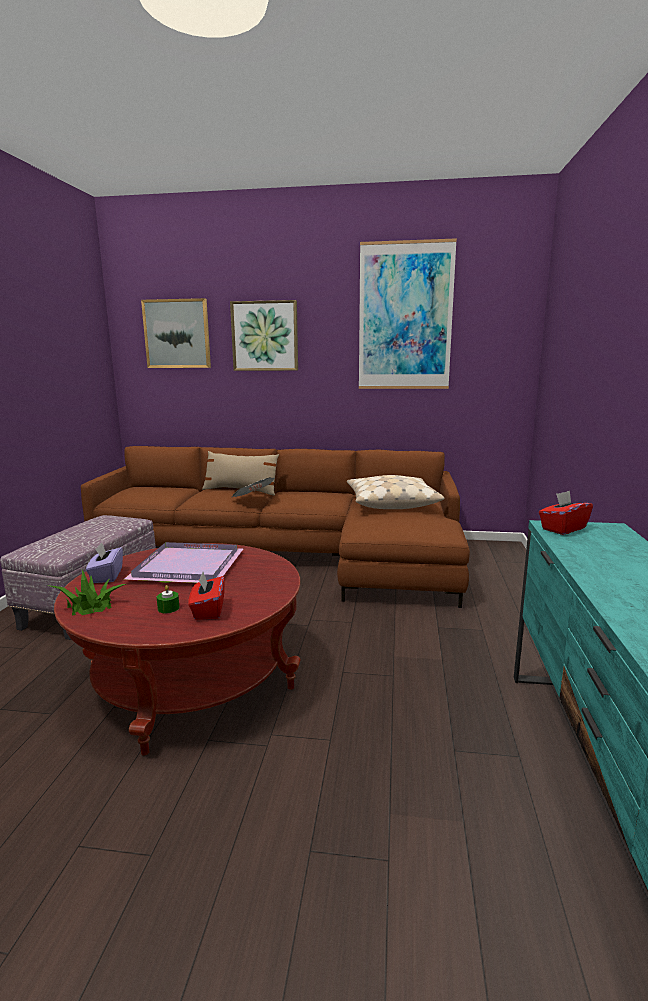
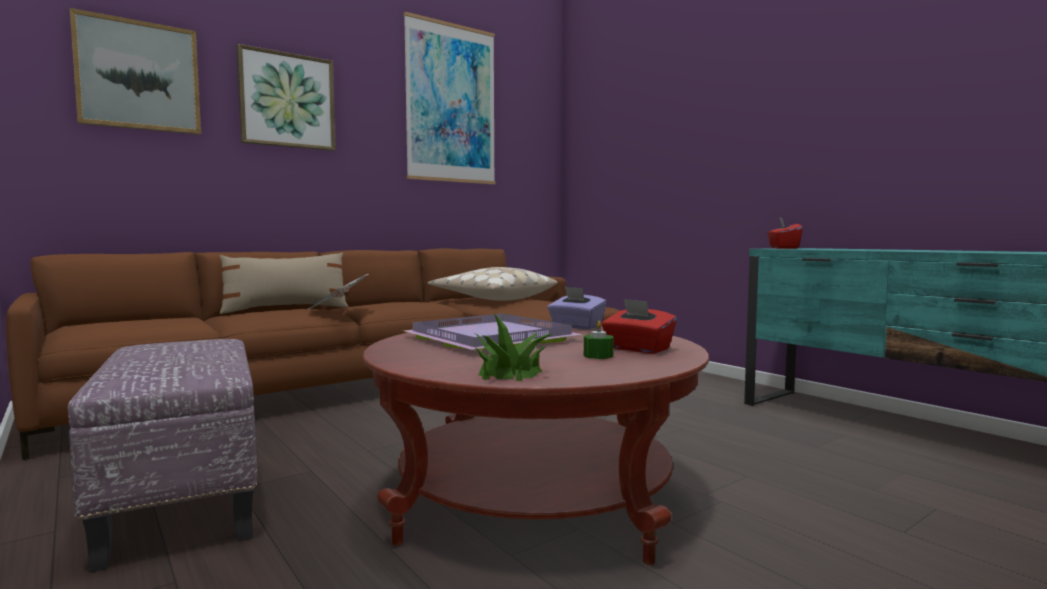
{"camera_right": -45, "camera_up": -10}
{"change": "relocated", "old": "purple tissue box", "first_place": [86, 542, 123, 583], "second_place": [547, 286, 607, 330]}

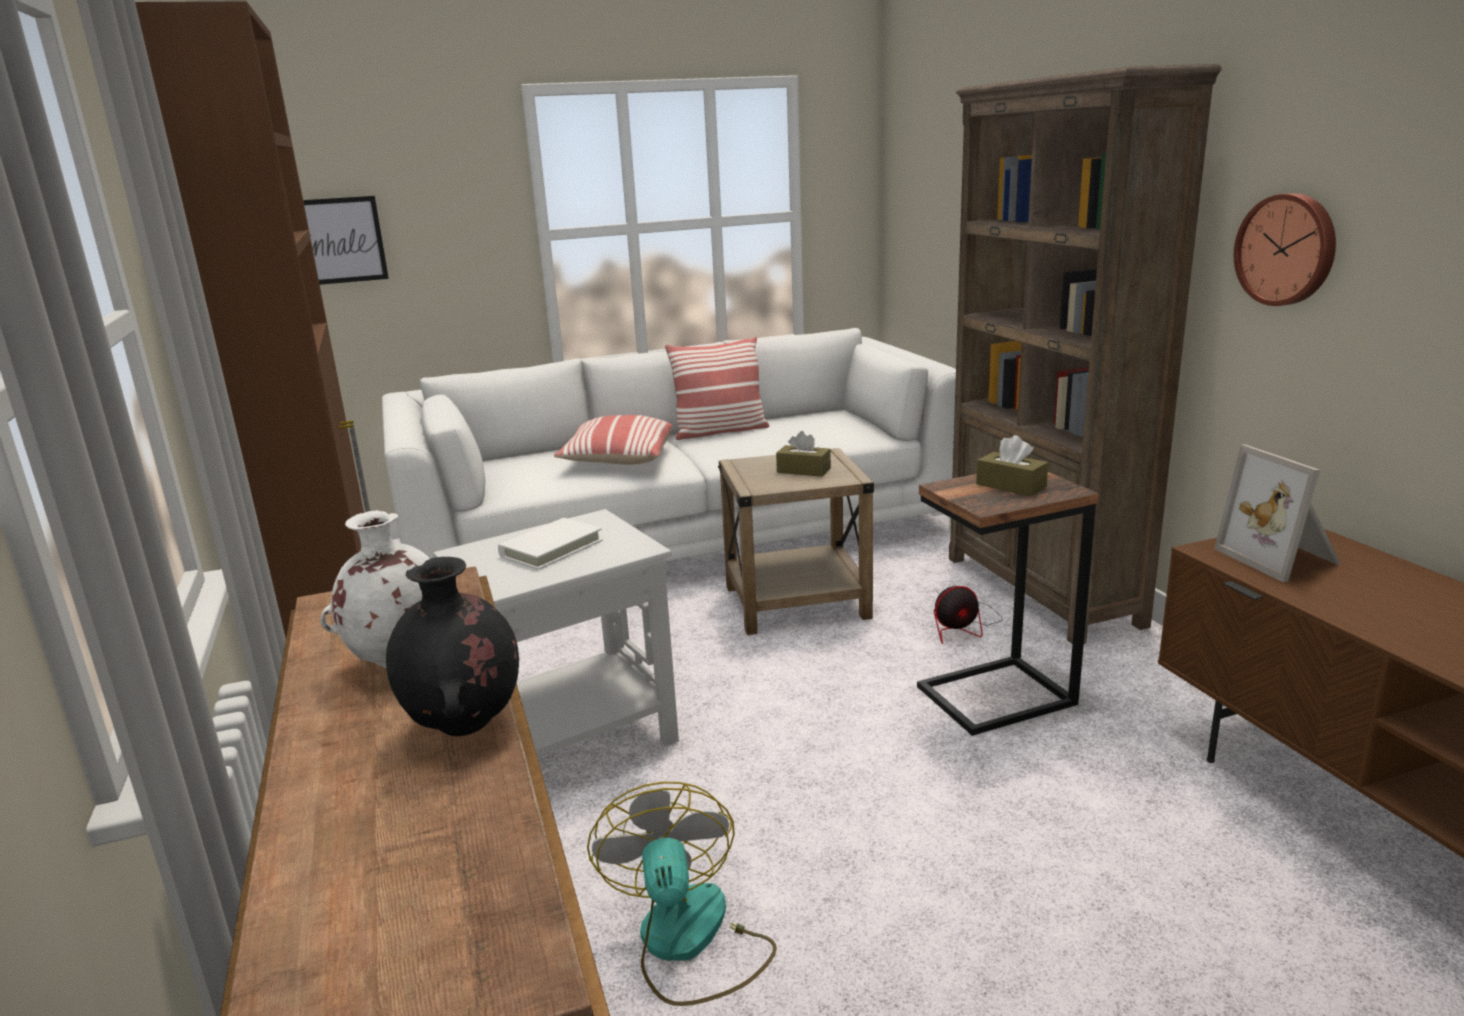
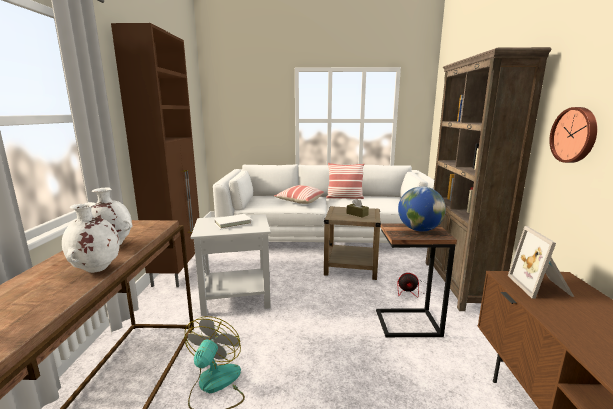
{"camera_right": 20, "camera_up": -5}
{"change": "missing", "old": "picture", "first_place": [303, 196, 389, 285]}
{"change": "exchanged", "old": "brown tissue box", "new": "globe", "first_place": [976, 435, 1048, 496], "second_place": [398, 186, 446, 232]}
{"change": "colour", "old": "black vase", "new": "white vase", "first_place": [386, 557, 519, 736], "second_place": [62, 202, 120, 273]}

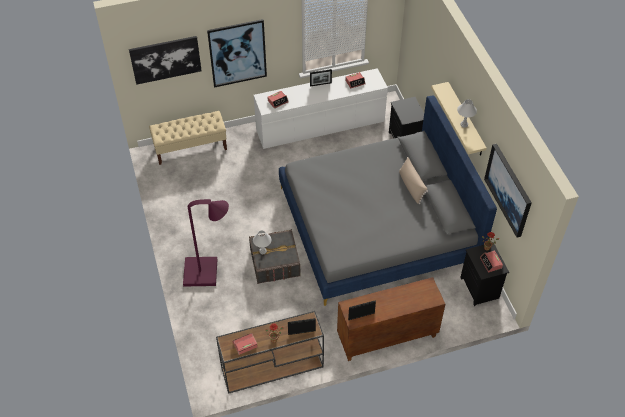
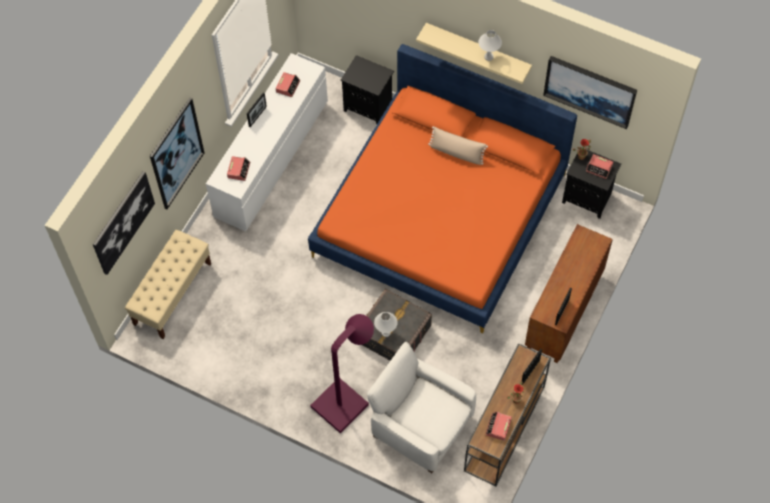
{"camera_right": -45, "camera_up": 10}
{"change": "appeared", "new": "white armchair", "second_place": [367, 342, 476, 473]}
{"change": "colour", "old": "grey bed", "new": "orange bed", "first_place": [279, 95, 497, 306], "second_place": [308, 44, 577, 333]}

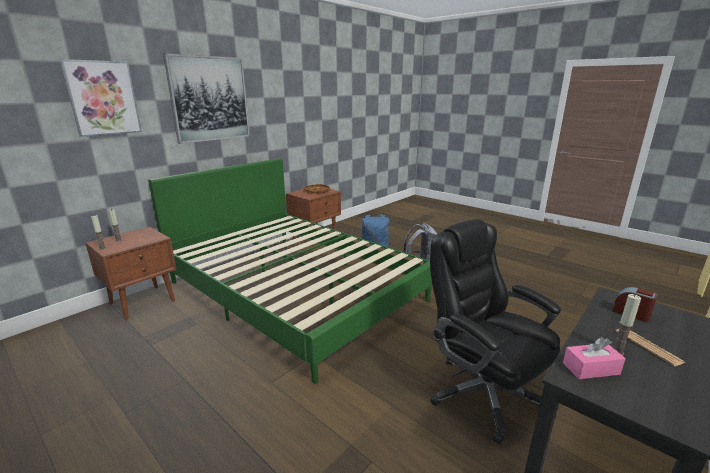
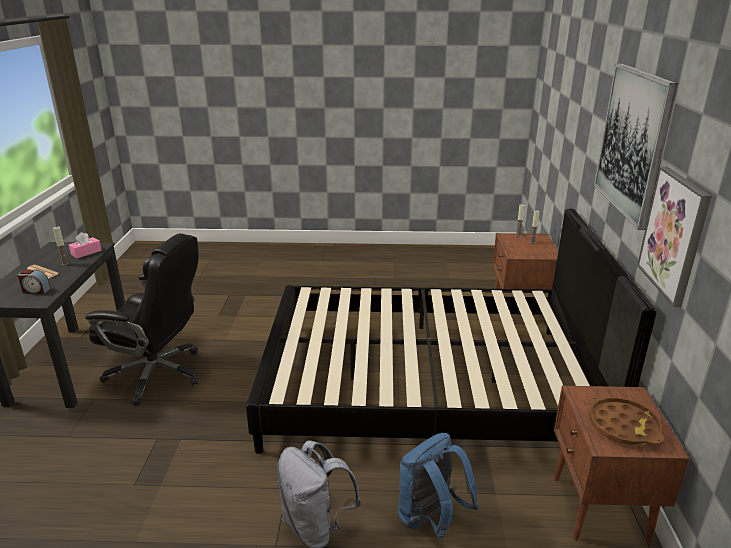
{"camera_right": 140, "camera_up": 5}
{"change": "relocated", "old": "picture", "first_place": [60, 59, 142, 137], "second_place": [637, 166, 712, 307]}
{"change": "colour", "old": "green bed", "new": "black bed", "first_place": [148, 158, 432, 384], "second_place": [246, 209, 657, 454]}

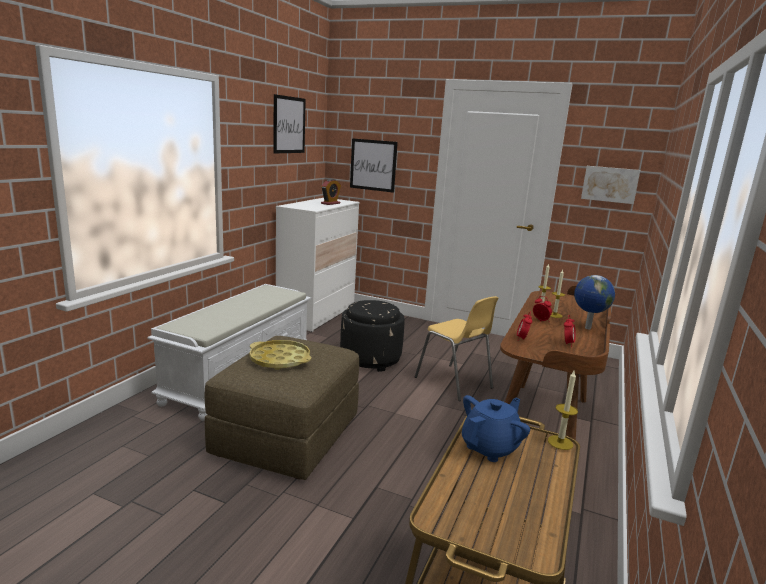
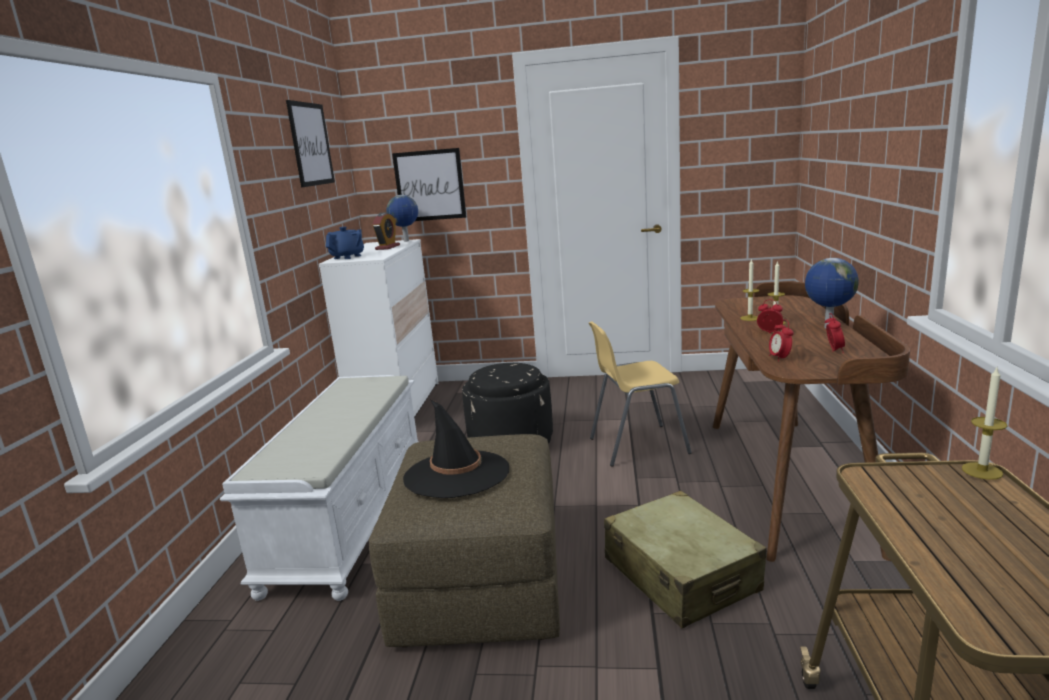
{"camera_right": -15, "camera_up": 0}
{"change": "missing", "old": "picture", "first_place": [581, 166, 640, 204]}
{"change": "appeared", "new": "globe", "second_place": [386, 195, 418, 242]}
{"change": "appeared", "new": "beige suitcase", "second_place": [604, 491, 767, 628]}
{"change": "relocated", "old": "blue teapot", "first_place": [462, 395, 530, 462], "second_place": [326, 227, 364, 259]}
{"change": "exchanged", "old": "yellow tray", "new": "black hat", "first_place": [249, 340, 311, 370], "second_place": [403, 399, 509, 498]}
{"change": "spun", "old": "yellow chair", "first_place": [415, 296, 498, 401], "second_place": [589, 321, 692, 467], "degrees": 135}

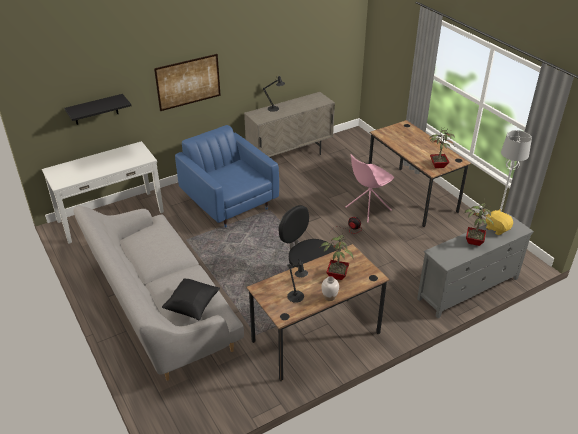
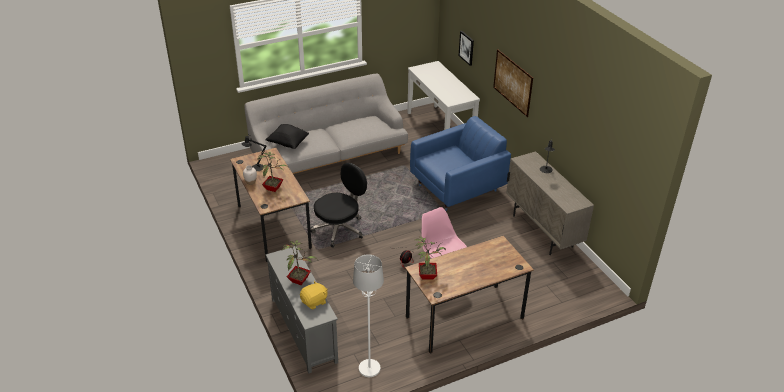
{"camera_right": 95, "camera_up": 0}
{"change": "exchanged", "old": "black shelf", "new": "picture", "first_place": [64, 94, 132, 125], "second_place": [459, 31, 474, 66]}

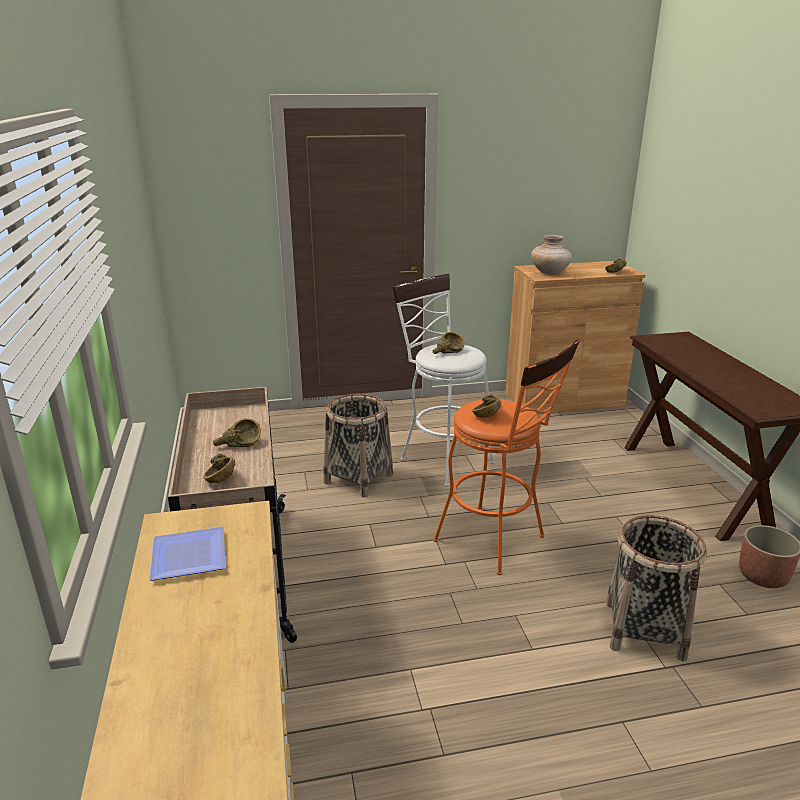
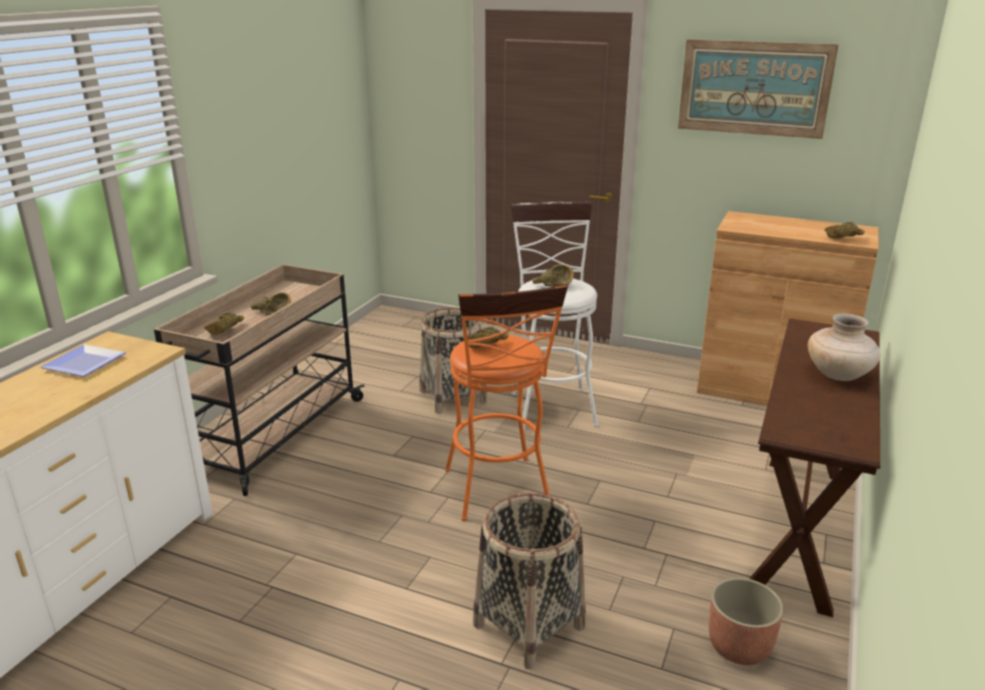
{"camera_right": 35, "camera_up": 0}
{"change": "appeared", "new": "picture", "second_place": [678, 39, 839, 139]}
{"change": "relocated", "old": "beige vase", "first_place": [531, 235, 572, 274], "second_place": [808, 314, 881, 381]}

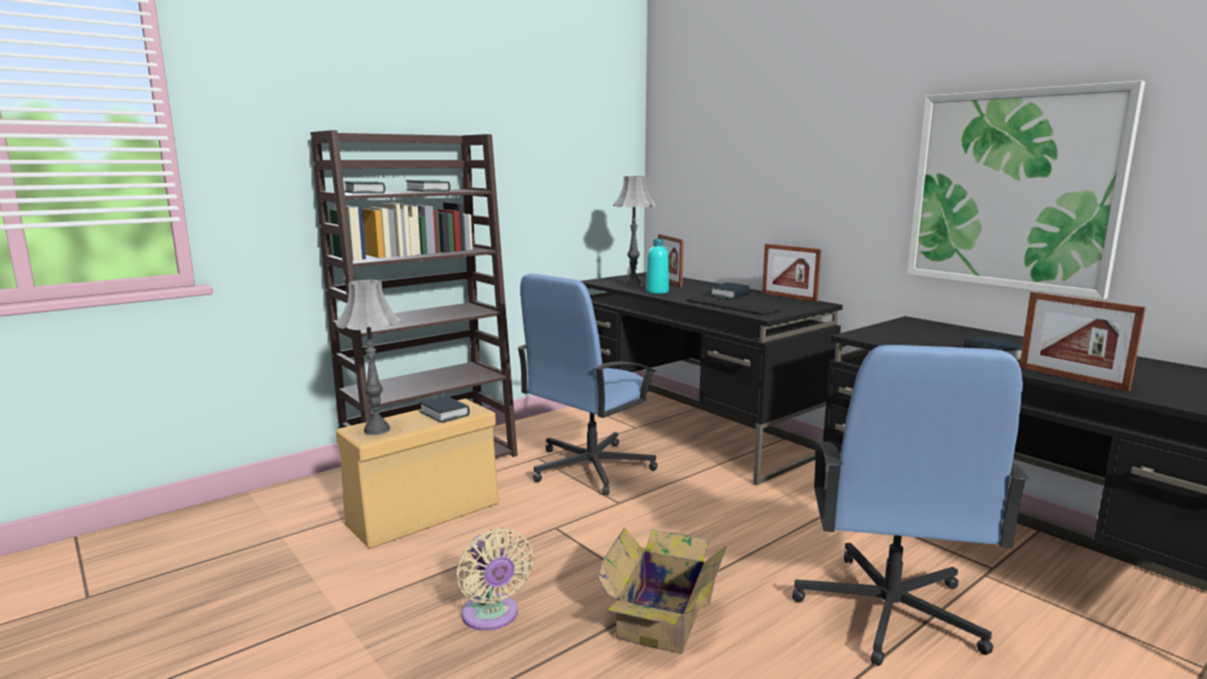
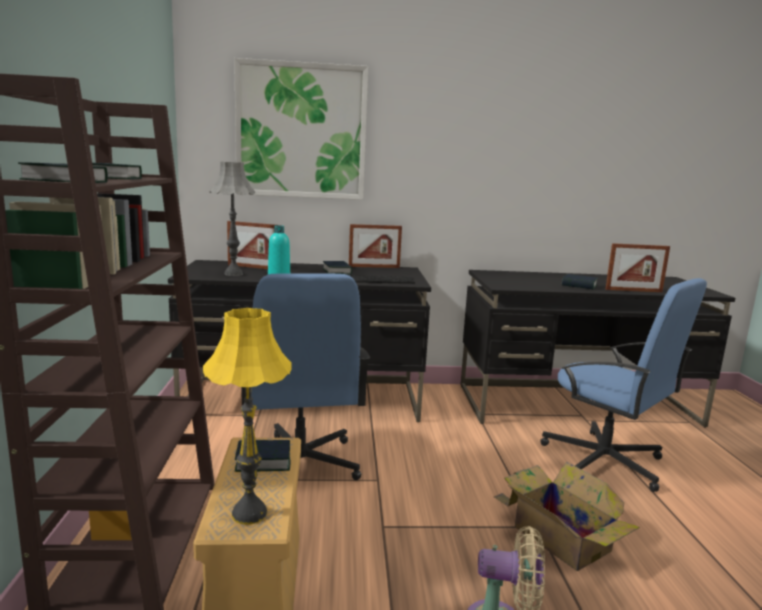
{"camera_right": -55, "camera_up": 0}
{"change": "relocated", "old": "picture", "first_place": [907, 81, 1145, 300], "second_place": [234, 58, 368, 200]}
{"change": "colour", "old": "grey table lamp", "new": "yellow table lamp", "first_place": [335, 279, 400, 435], "second_place": [203, 308, 292, 525]}

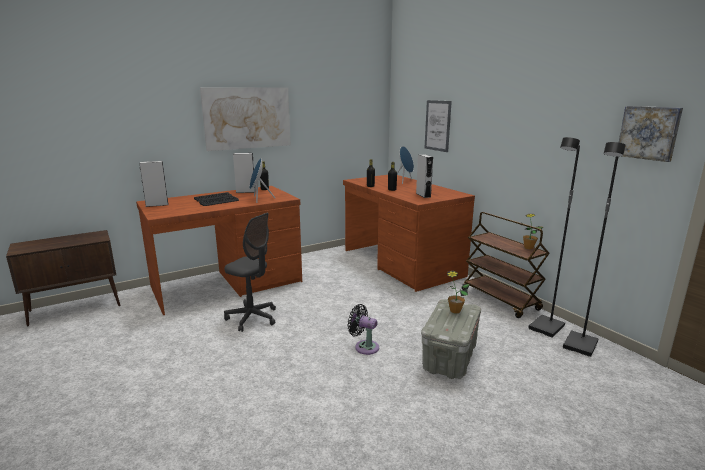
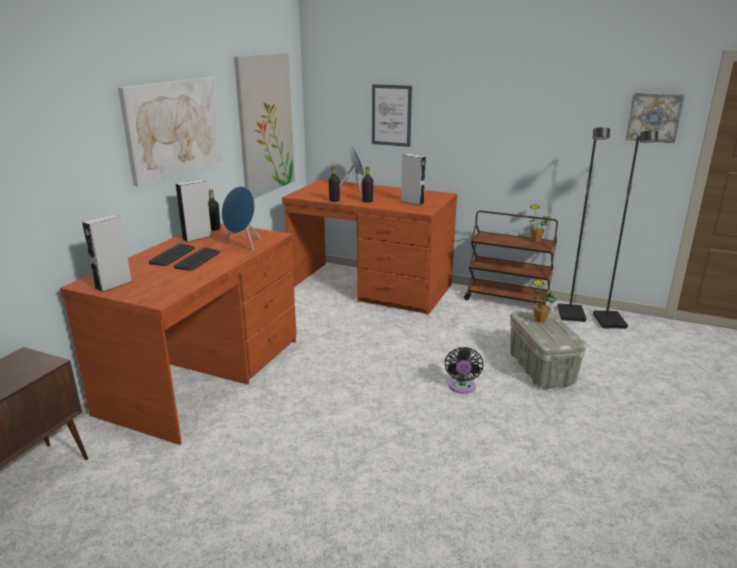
{"camera_right": -35, "camera_up": 5}
{"change": "missing", "old": "grey office chair", "first_place": [224, 213, 276, 332]}
{"change": "appeared", "new": "picture", "second_place": [234, 53, 295, 199]}
{"change": "spun", "old": "black fan", "first_place": [348, 304, 379, 355], "second_place": [445, 347, 483, 394], "degrees": -75}

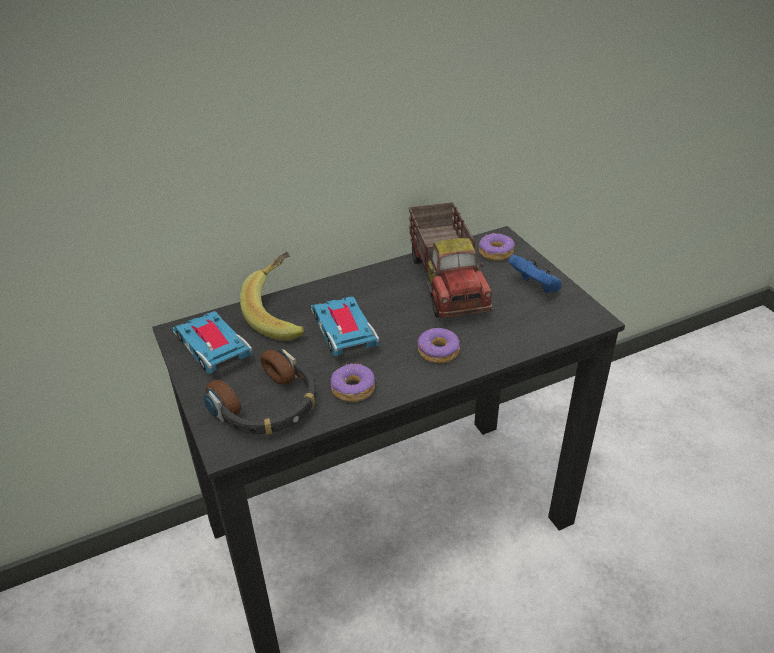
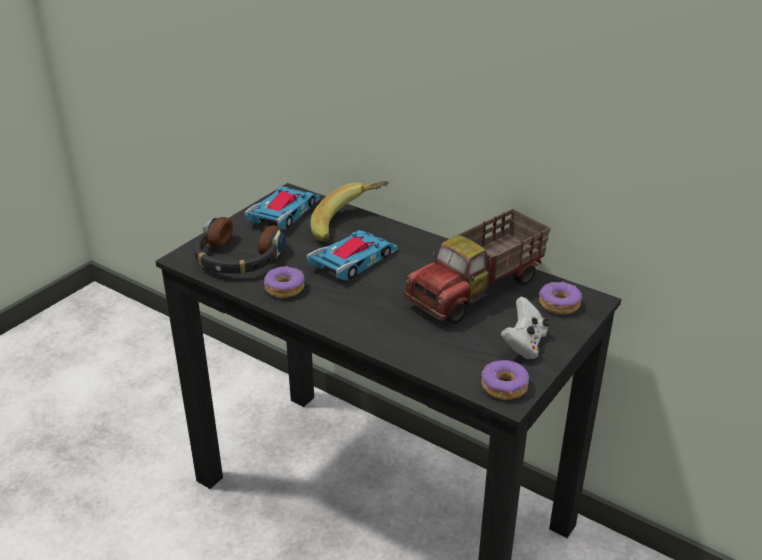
{"camera_right": 60, "camera_up": -5}
{"change": "relocated", "old": "donut", "first_place": [417, 327, 460, 363], "second_place": [481, 360, 529, 400]}
{"change": "colour", "old": "blue game controller", "new": "white game controller", "first_place": [508, 255, 562, 293], "second_place": [501, 297, 549, 359]}

